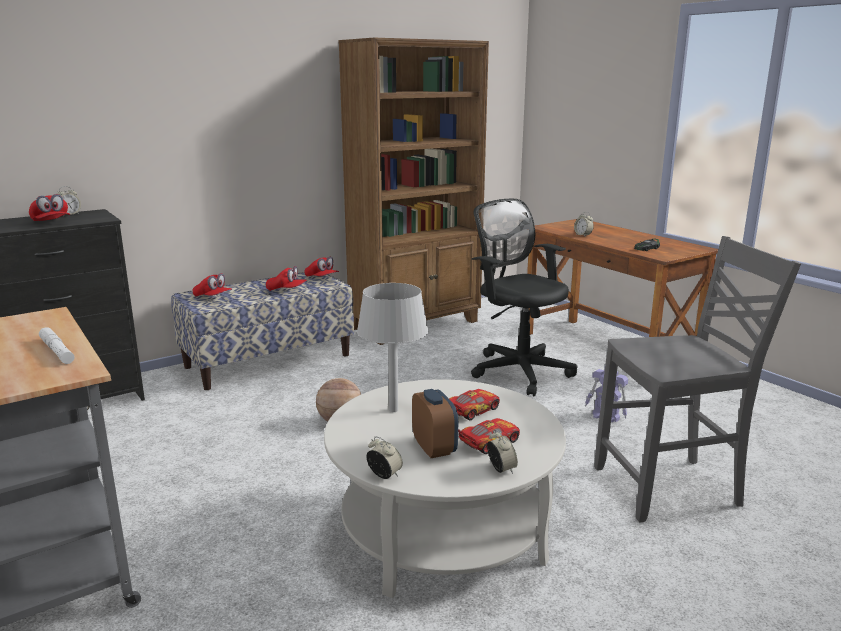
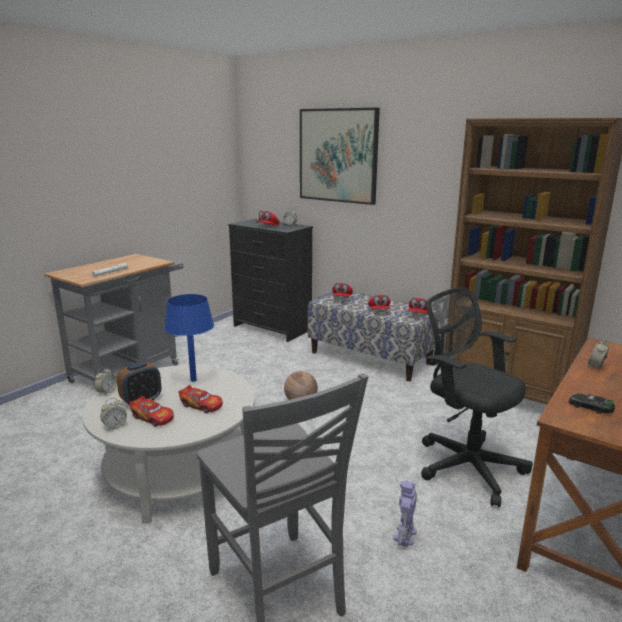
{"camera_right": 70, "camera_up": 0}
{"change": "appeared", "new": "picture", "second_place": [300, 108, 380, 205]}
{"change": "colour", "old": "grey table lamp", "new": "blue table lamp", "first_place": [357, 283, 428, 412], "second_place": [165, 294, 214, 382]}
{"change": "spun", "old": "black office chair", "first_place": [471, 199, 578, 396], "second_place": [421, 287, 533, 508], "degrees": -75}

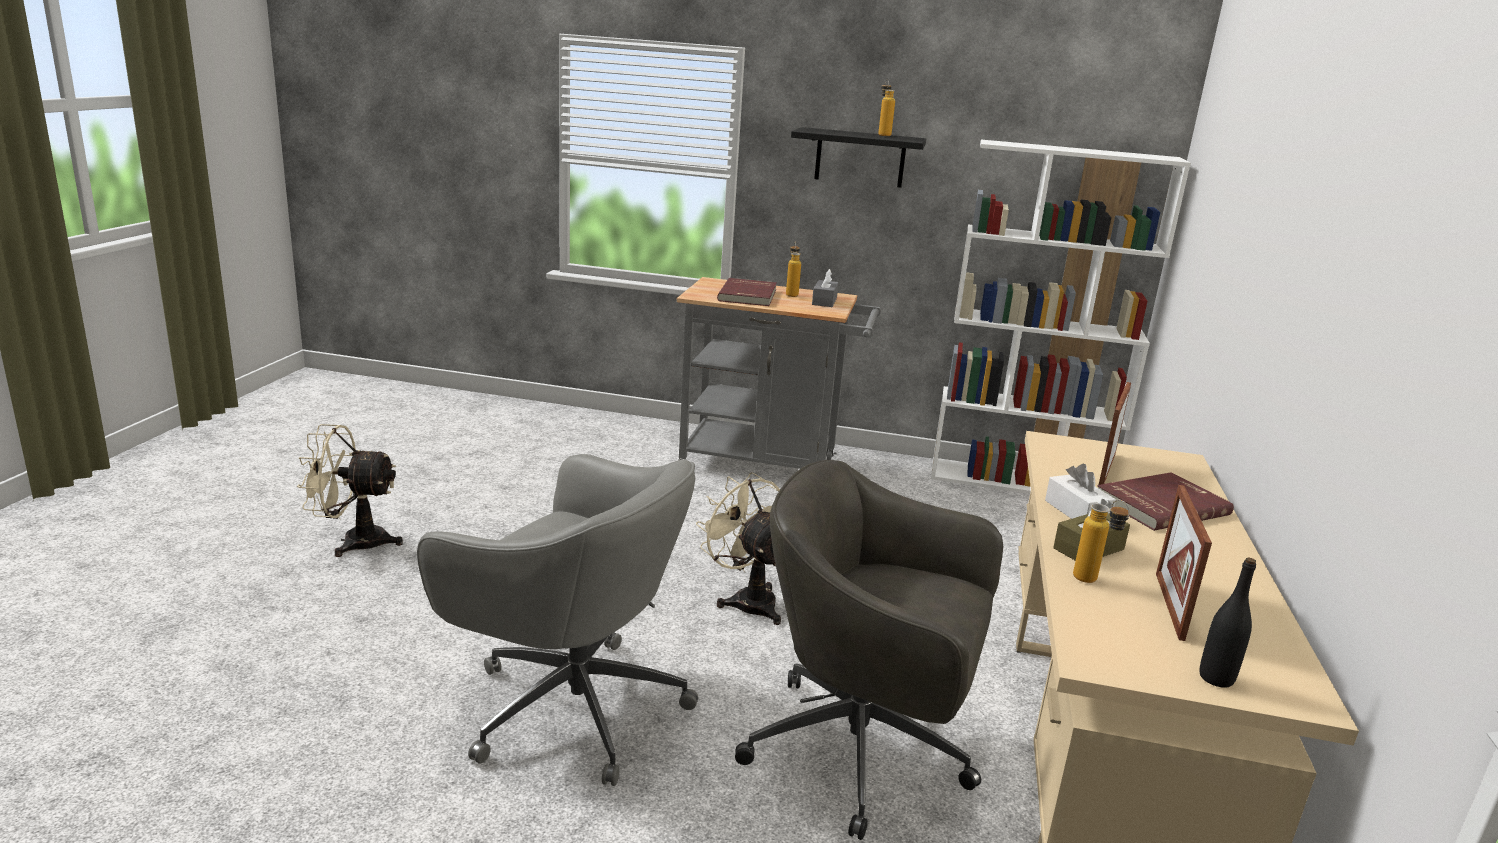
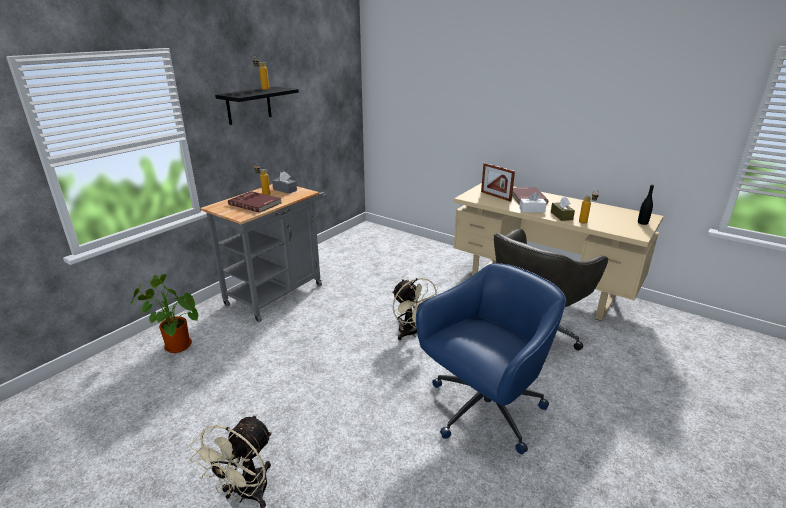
{"camera_right": -65, "camera_up": 5}
{"change": "missing", "old": "white bookcase", "first_place": [931, 140, 1191, 494]}
{"change": "missing", "old": "picture frame", "first_place": [1156, 485, 1212, 641]}
{"change": "appeared", "new": "potted plant", "second_place": [131, 274, 198, 353]}
{"change": "colour", "old": "grey office chair", "new": "blue office chair", "first_place": [417, 454, 699, 786], "second_place": [416, 263, 566, 454]}
{"change": "spun", "old": "beige fan", "first_place": [696, 472, 781, 625], "second_place": [392, 278, 438, 340], "degrees": -105}

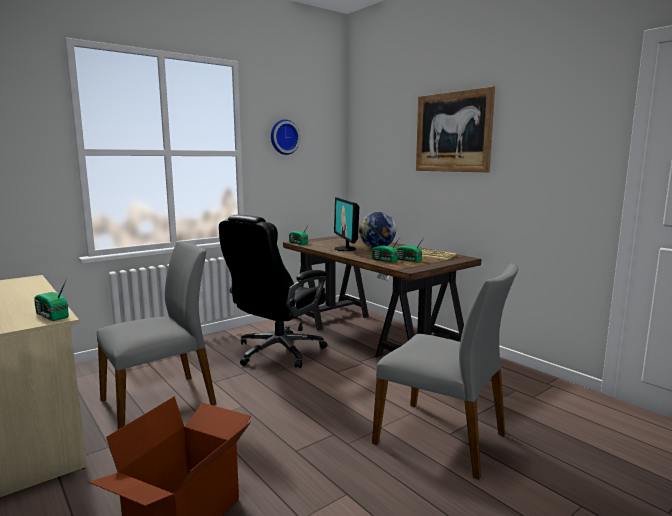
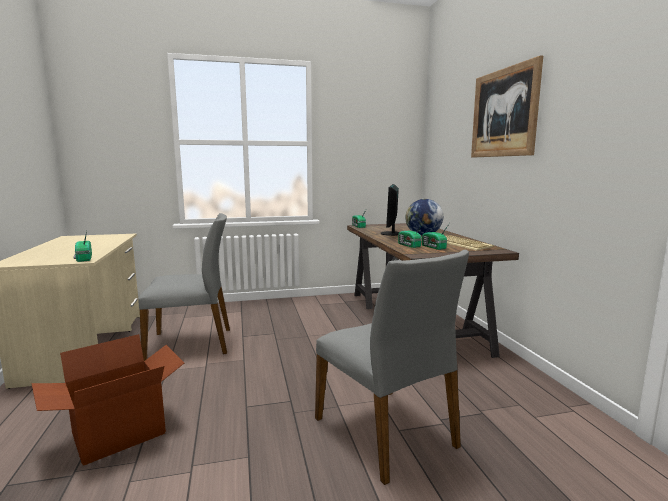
{"camera_right": 25, "camera_up": 0}
{"change": "missing", "old": "black office chair", "first_place": [219, 215, 327, 368]}
{"change": "missing", "old": "wall clock", "first_place": [271, 119, 301, 155]}

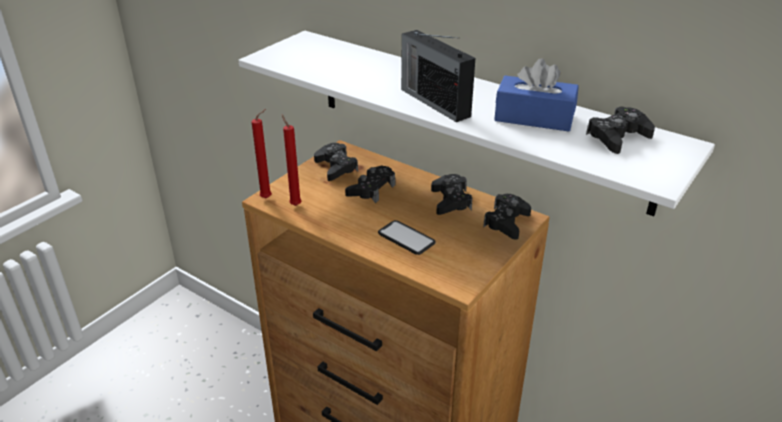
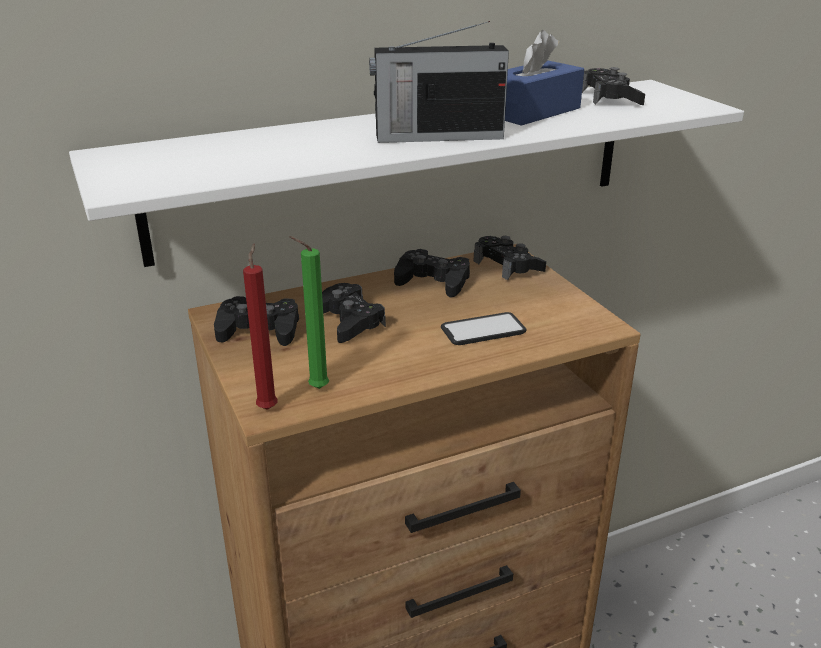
{"camera_right": -60, "camera_up": -5}
{"change": "colour", "old": "red candle", "new": "green candle", "first_place": [281, 114, 302, 206], "second_place": [289, 236, 329, 389]}

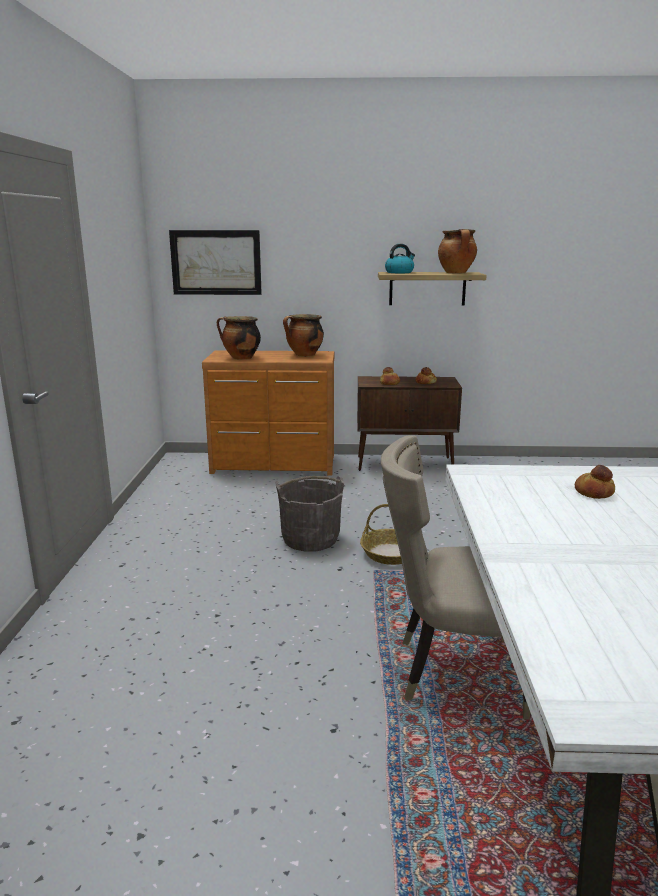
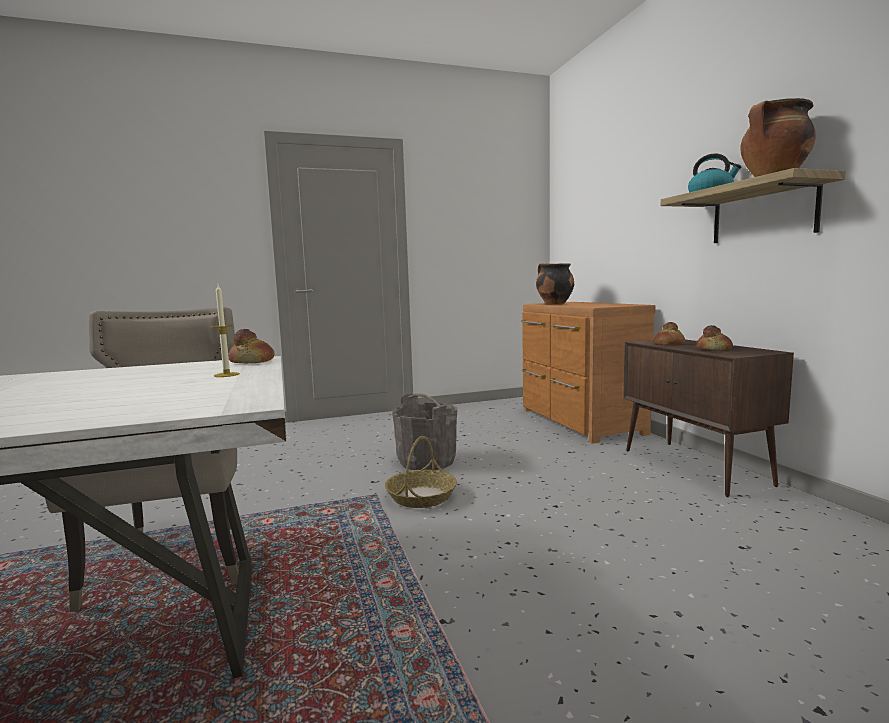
{"camera_right": 70, "camera_up": -10}
{"change": "missing", "old": "picture", "first_place": [169, 230, 262, 295]}
{"change": "missing", "old": "cooking pot", "first_place": [283, 314, 324, 357]}
{"change": "appeared", "new": "candle", "second_place": [211, 285, 240, 377]}
{"change": "relocated", "old": "bread", "first_place": [575, 465, 615, 499], "second_place": [228, 329, 275, 364]}

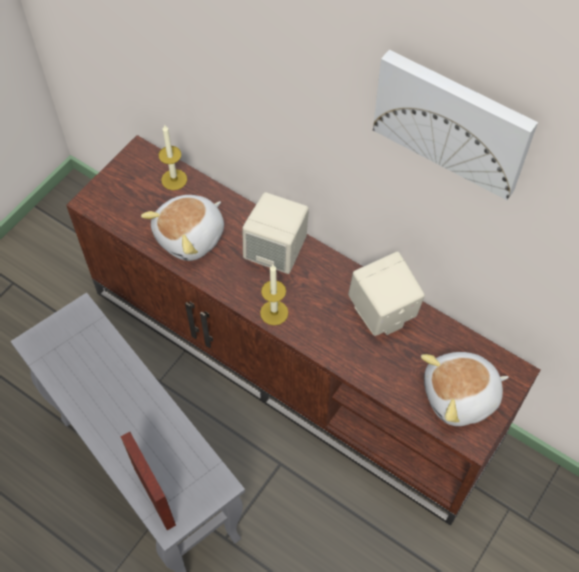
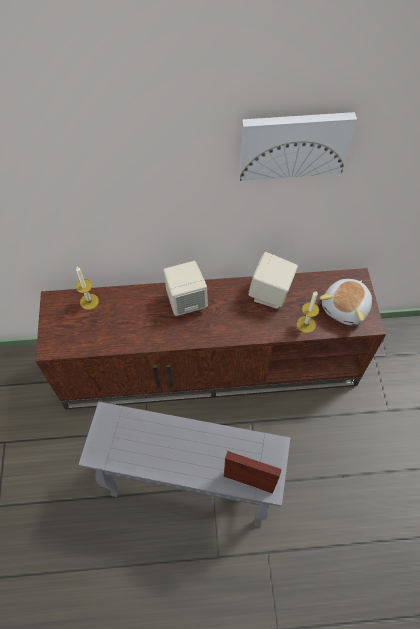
{"camera_right": -40, "camera_up": 0}
{"change": "missing", "old": "plush toy", "first_place": [141, 195, 224, 261]}
{"change": "relocated", "old": "candle", "first_place": [260, 265, 288, 325], "second_place": [297, 291, 319, 333]}

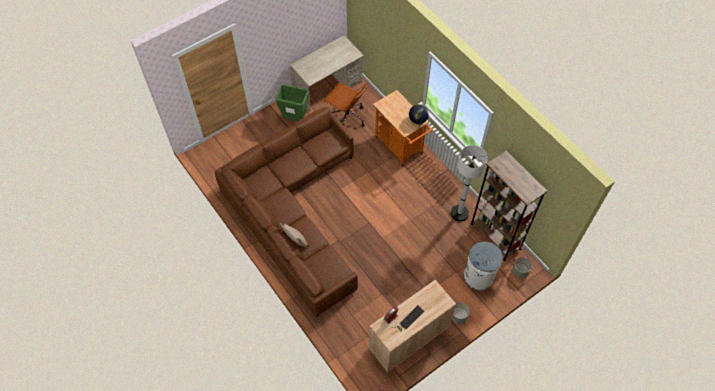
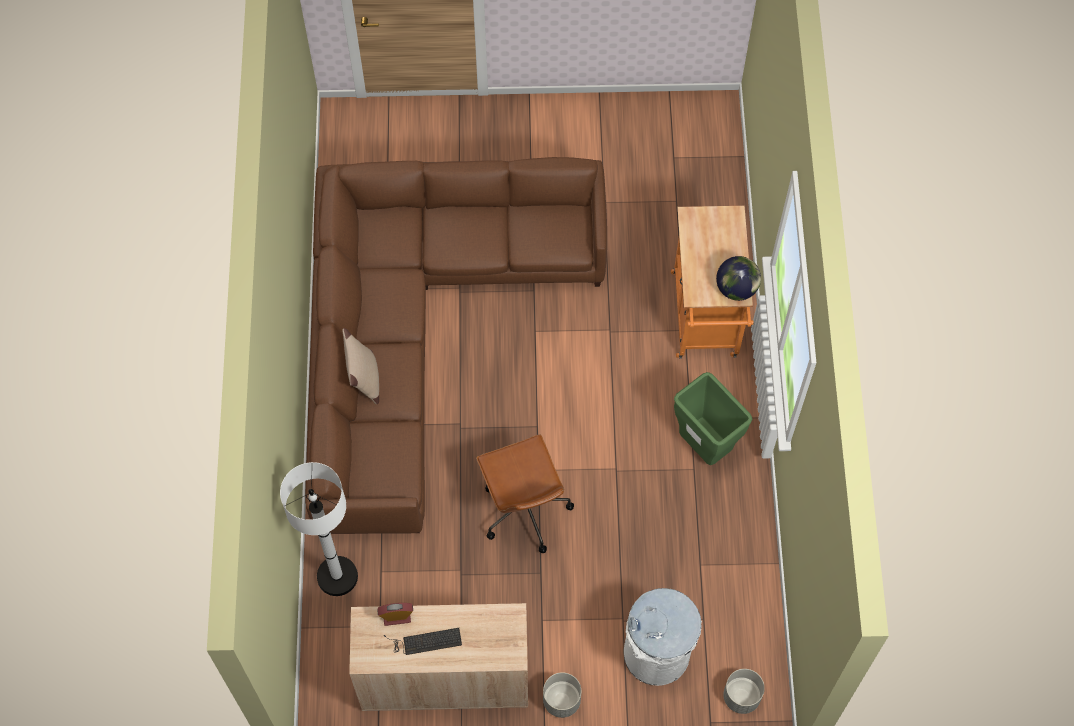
{"camera_right": 35, "camera_up": 5}
{"change": "missing", "old": "beige desk", "first_place": [290, 35, 364, 112]}
{"change": "missing", "old": "brown bookcase", "first_place": [470, 150, 547, 261]}
{"change": "relocated", "old": "green trash can", "first_place": [275, 84, 309, 122], "second_place": [674, 372, 752, 465]}
{"change": "relocated", "old": "brown office chair", "first_place": [323, 82, 368, 127], "second_place": [476, 434, 574, 553]}
{"change": "relocated", "old": "white floor lamp", "first_place": [451, 145, 488, 222], "second_place": [280, 462, 358, 596]}

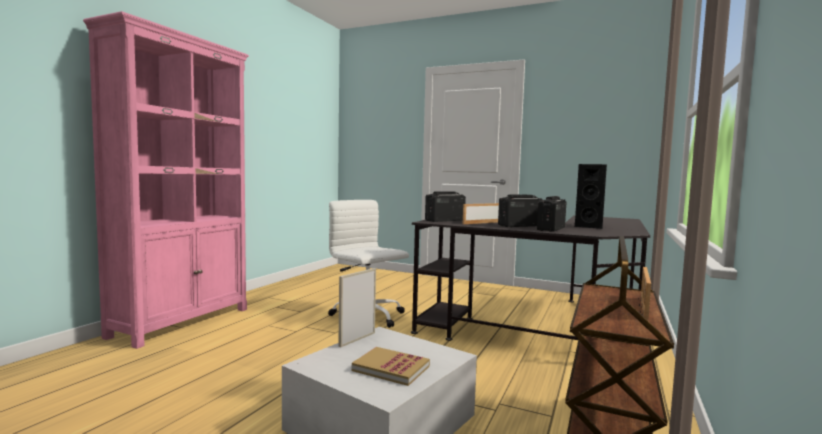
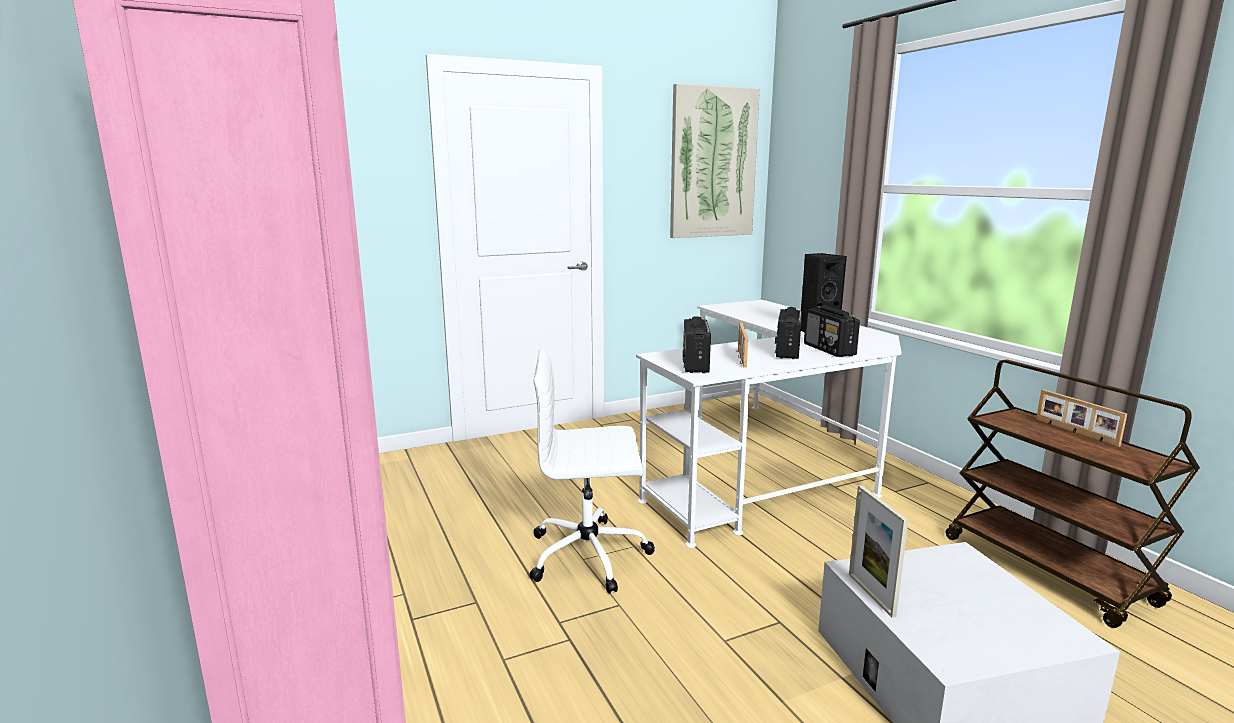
{"camera_right": -50, "camera_up": 10}
{"change": "missing", "old": "book", "first_place": [352, 347, 430, 386]}
{"change": "appeared", "new": "picture", "second_place": [670, 84, 760, 238]}
{"change": "colour", "old": "black desk", "new": "white desk", "first_place": [411, 215, 650, 341], "second_place": [636, 300, 902, 548]}

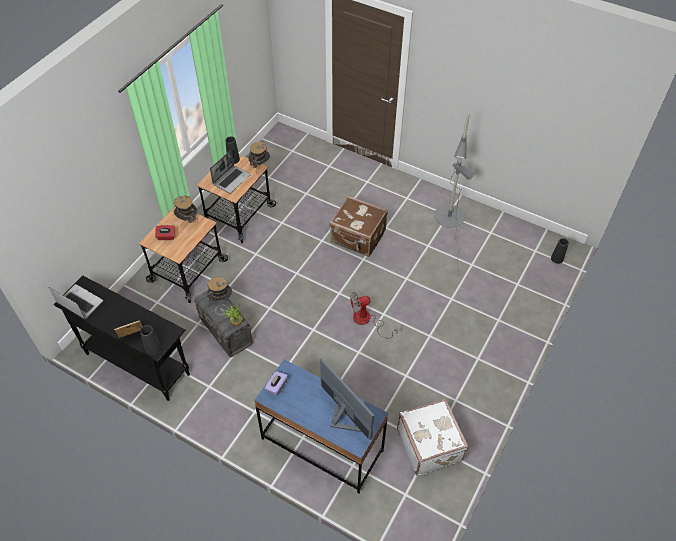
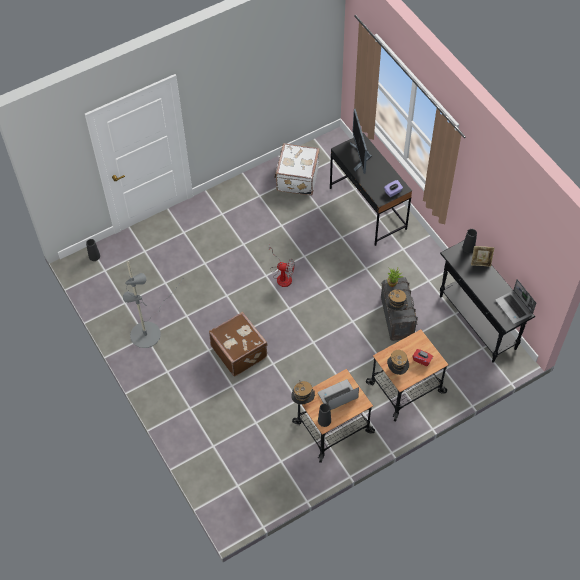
{"camera_right": -150, "camera_up": 5}
{"change": "colour", "old": "blue desk", "new": "black desk", "first_place": [254, 359, 388, 494], "second_place": [330, 133, 412, 246]}

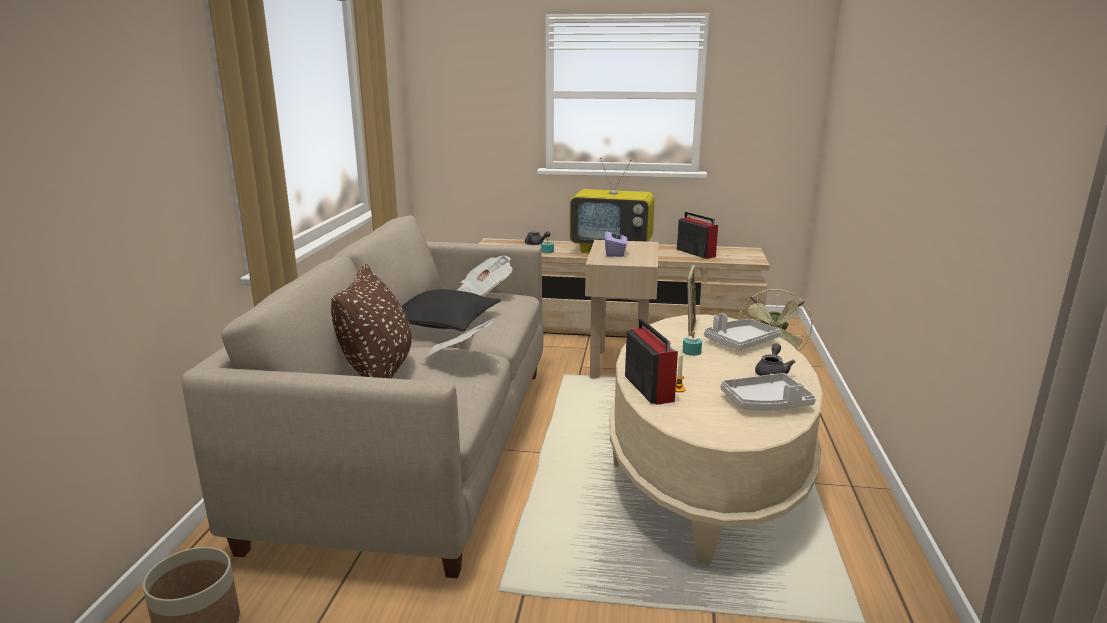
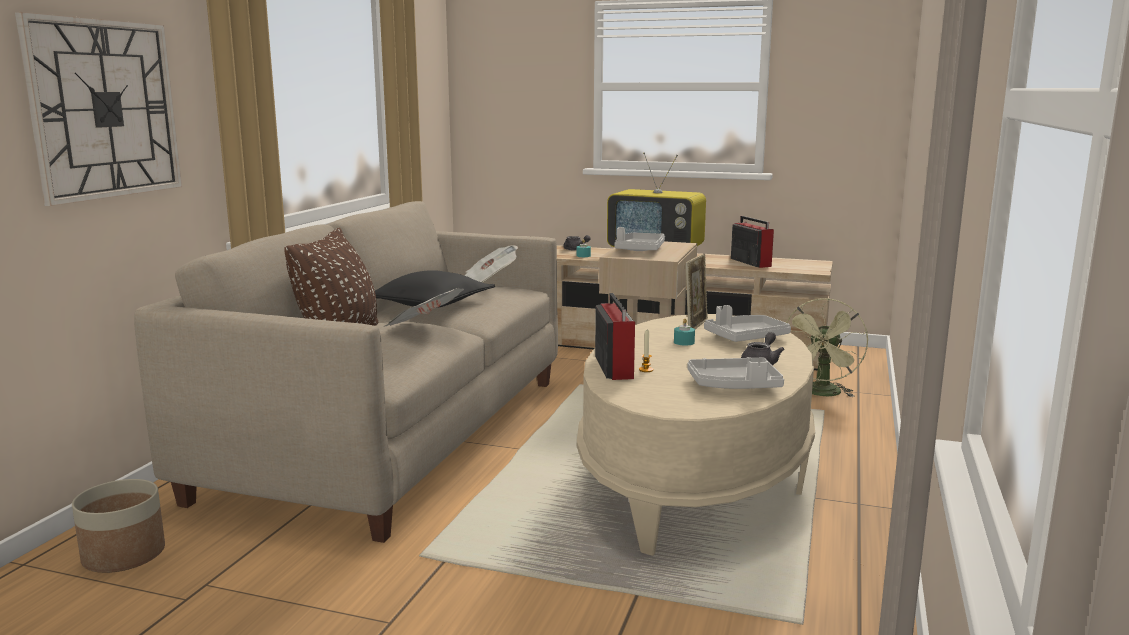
{"camera_right": 10, "camera_up": -5}
{"change": "appeared", "new": "wall clock", "second_place": [15, 12, 182, 206]}
{"change": "exchanged", "old": "purple tissue box", "new": "grey tray", "first_place": [605, 228, 627, 257], "second_place": [614, 227, 665, 251]}

